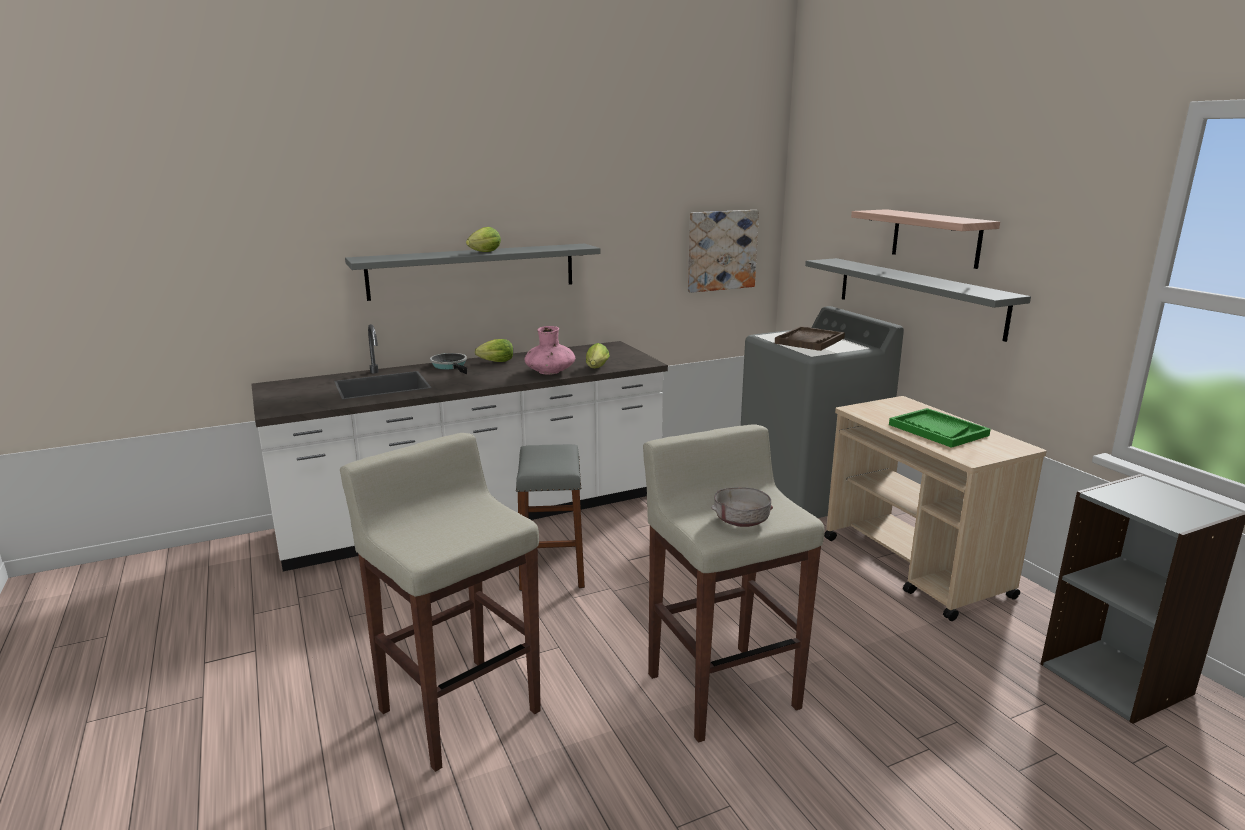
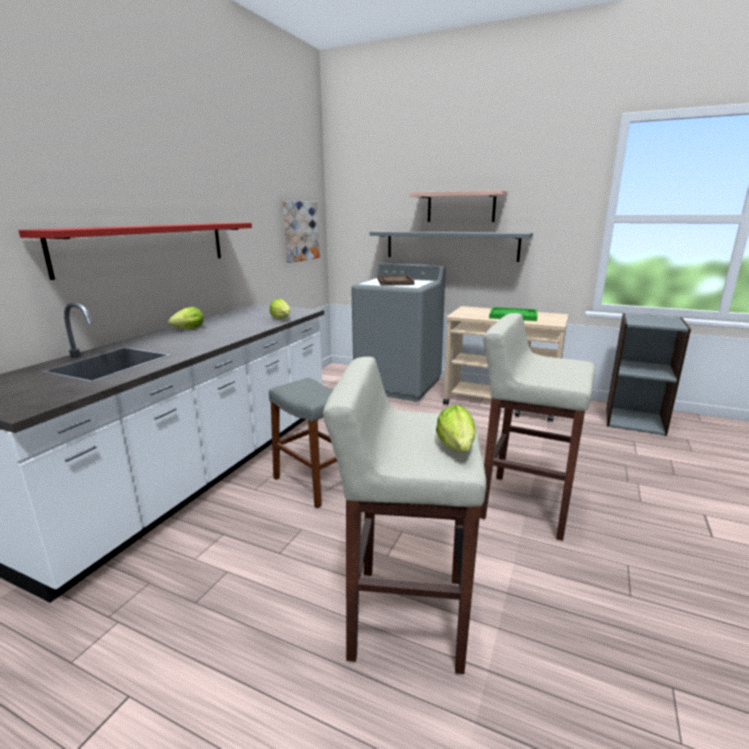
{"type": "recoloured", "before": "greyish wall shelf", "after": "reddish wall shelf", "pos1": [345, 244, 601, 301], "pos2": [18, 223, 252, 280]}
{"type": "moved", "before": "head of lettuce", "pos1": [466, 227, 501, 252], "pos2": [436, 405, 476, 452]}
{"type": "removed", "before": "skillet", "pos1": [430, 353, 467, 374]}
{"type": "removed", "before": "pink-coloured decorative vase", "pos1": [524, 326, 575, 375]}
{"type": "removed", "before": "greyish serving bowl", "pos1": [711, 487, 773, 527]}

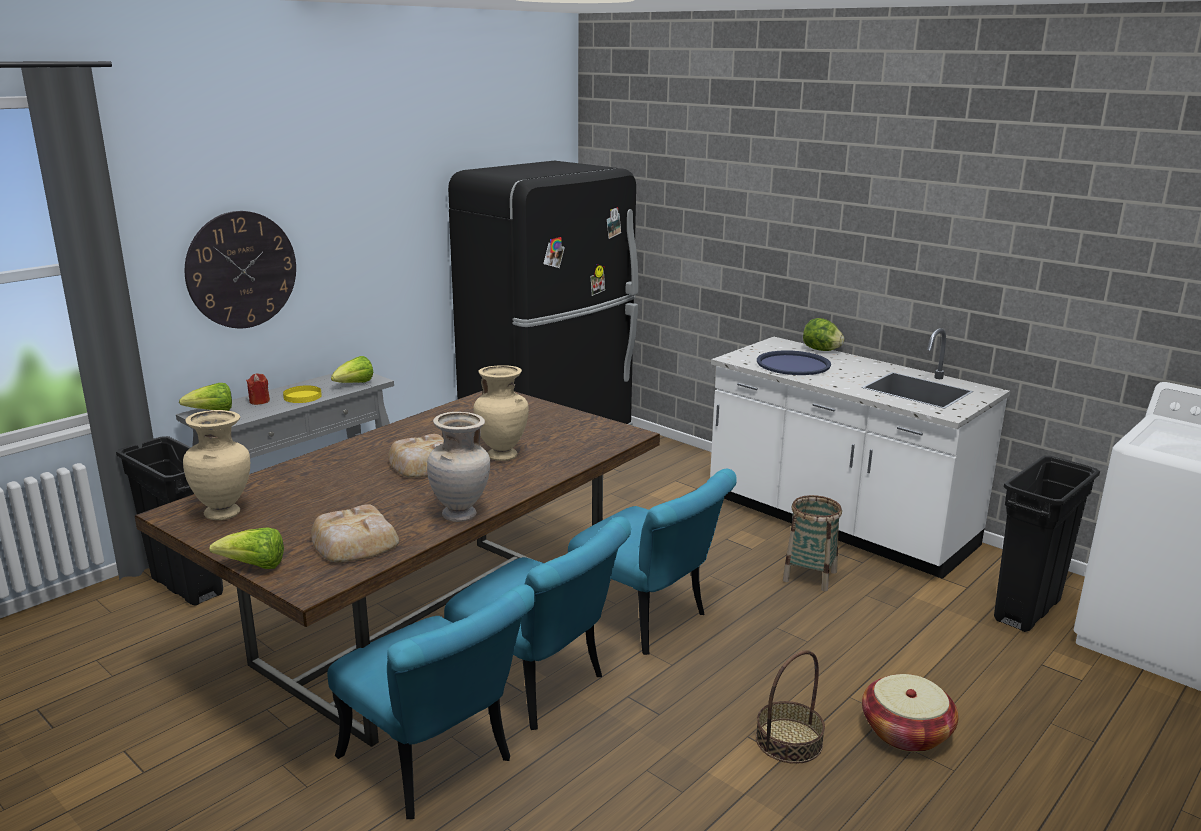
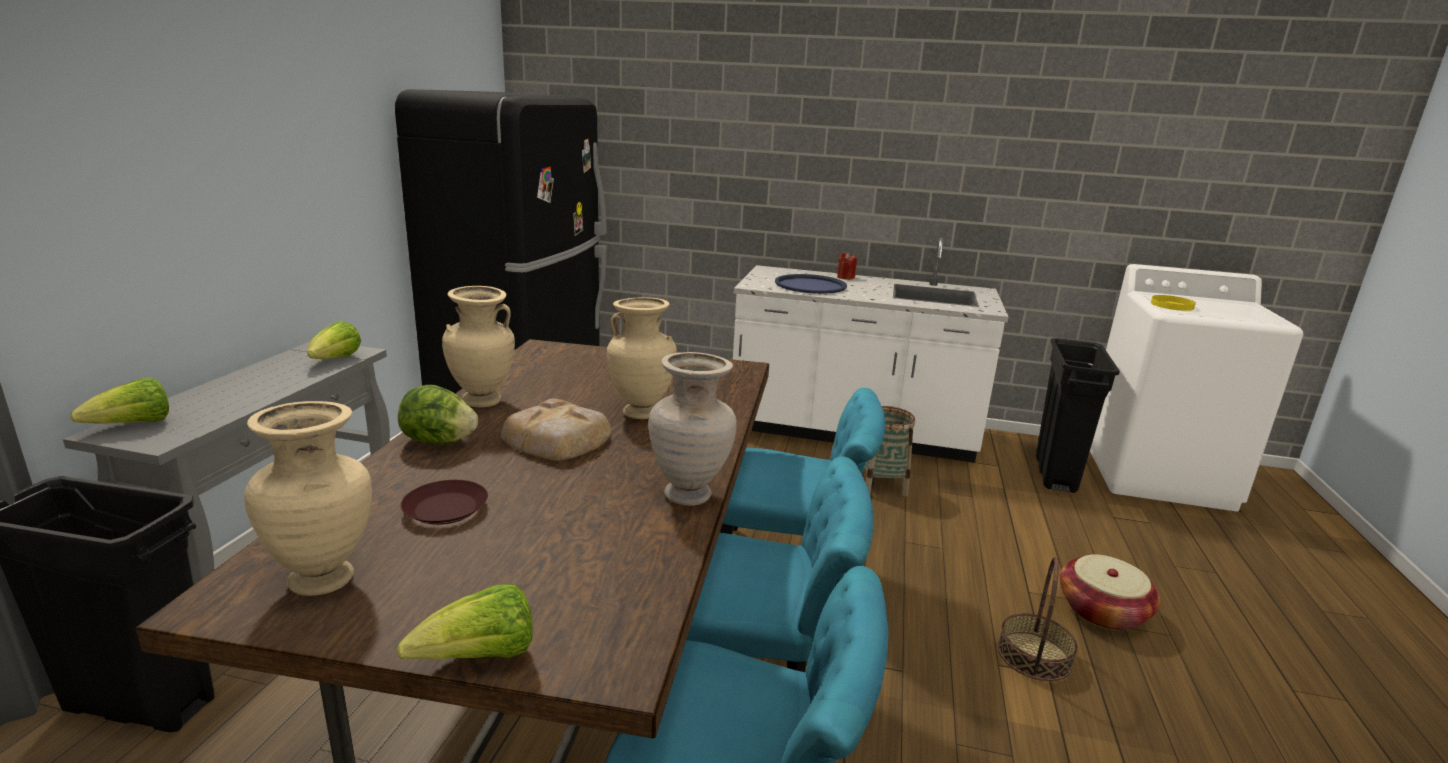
{"type": "moved", "before": "head of lettuce", "pos1": [803, 318, 845, 351], "pos2": [398, 385, 478, 444]}
{"type": "added", "after": "brown plate", "pos2": [401, 480, 488, 525]}
{"type": "added", "after": "beige decorative vase", "pos2": [442, 286, 515, 407]}
{"type": "moved", "before": "reddish wax candle", "pos1": [246, 373, 270, 405], "pos2": [837, 252, 857, 280]}
{"type": "moved", "before": "yellow-coloured plate", "pos1": [283, 385, 322, 403], "pos2": [1151, 295, 1196, 311]}
{"type": "removed", "before": "wall clock", "pos1": [185, 211, 296, 328]}
{"type": "removed", "before": "bakery bread", "pos1": [311, 504, 399, 562]}

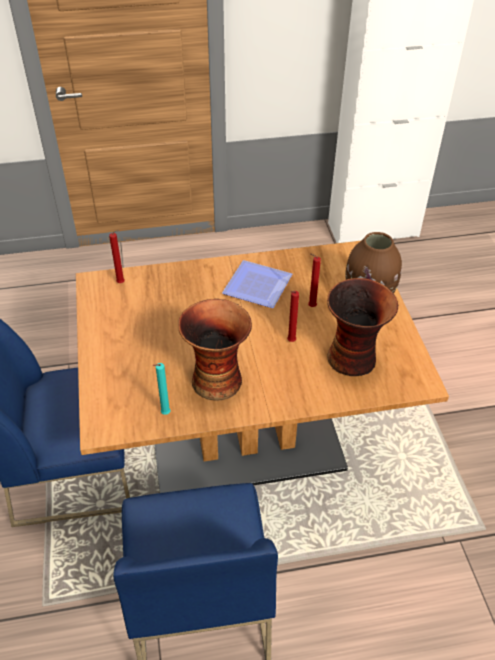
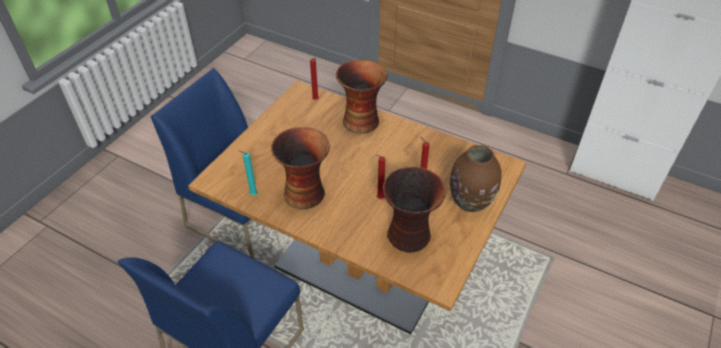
{"type": "added", "after": "decorative vase", "pos2": [336, 59, 387, 134]}
{"type": "removed", "before": "plate", "pos1": [222, 260, 292, 308]}

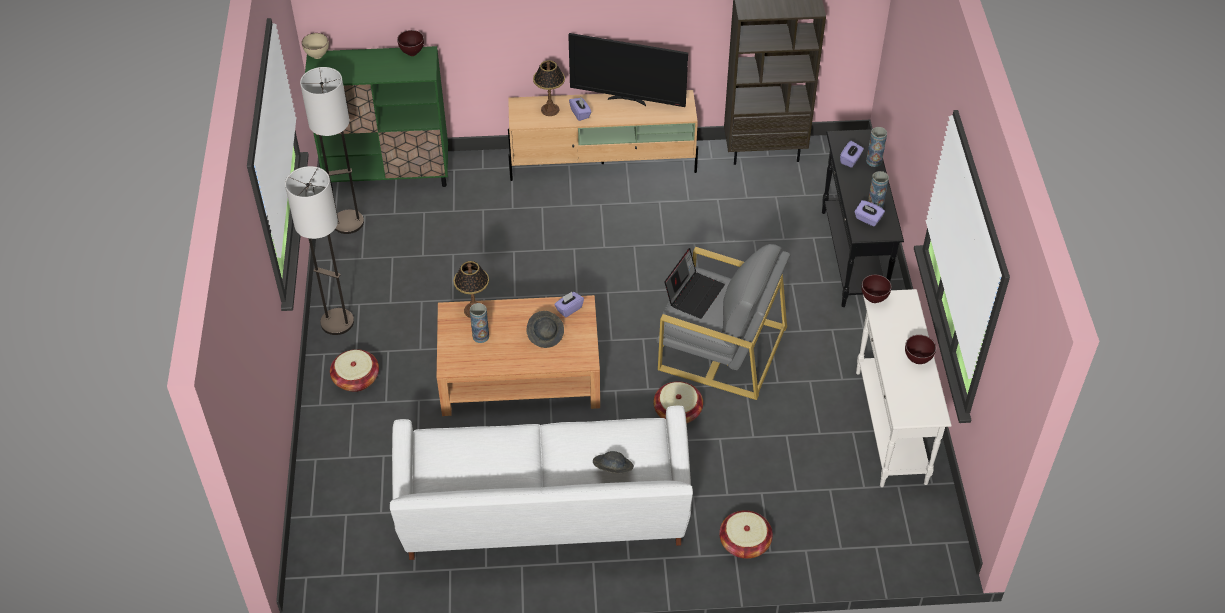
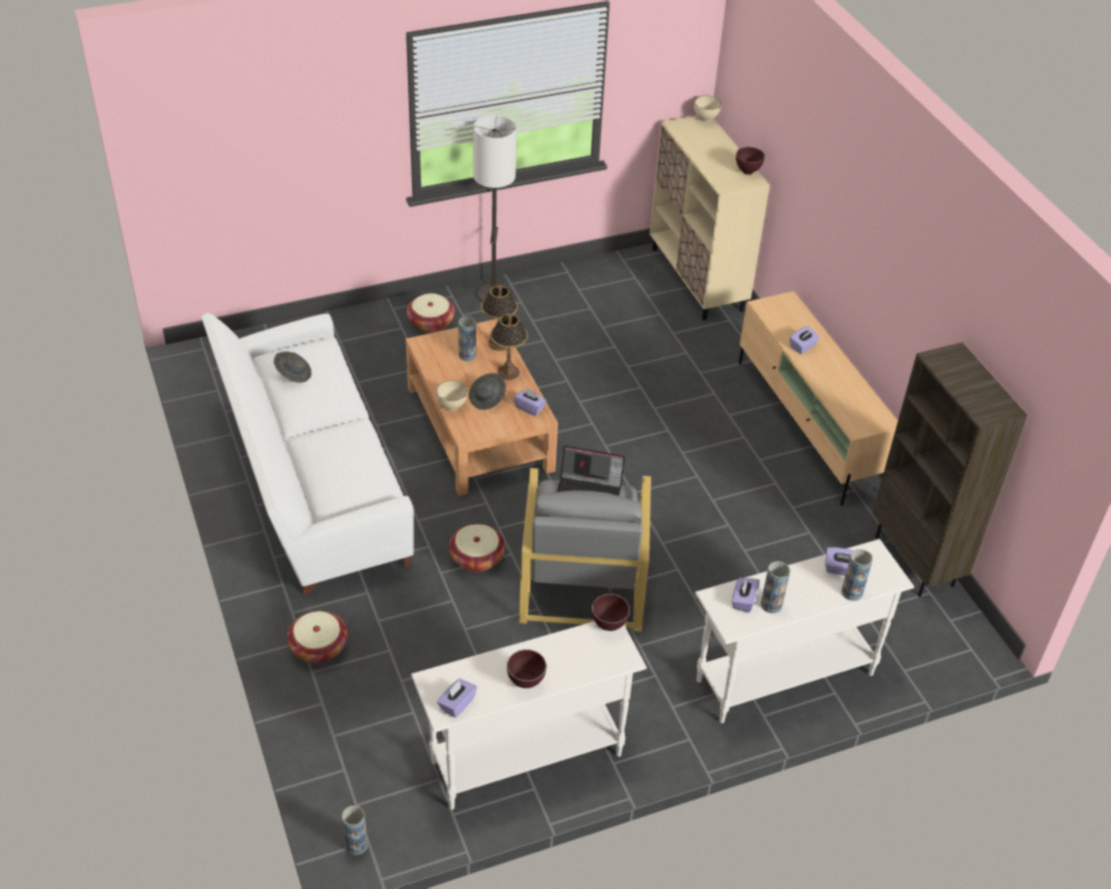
{"type": "moved", "before": "greyish clothing hat", "pos1": [593, 451, 634, 474], "pos2": [274, 351, 311, 383]}
{"type": "added", "after": "decorative vase", "pos2": [342, 806, 368, 855]}
{"type": "added", "after": "beige serving bowl", "pos2": [436, 380, 468, 411]}
{"type": "added", "after": "purple-coloured box of tissues", "pos2": [437, 679, 477, 718]}
{"type": "moved", "before": "tabletop lamp", "pos1": [533, 60, 565, 116], "pos2": [490, 314, 528, 380]}
{"type": "recoloured", "before": "green cupboard", "after": "beige cupboard", "pos1": [305, 46, 448, 190], "pos2": [650, 115, 770, 320]}
{"type": "recoloured", "before": "blackish console table", "after": "white-coloured console table", "pos1": [822, 129, 904, 307], "pos2": [695, 539, 914, 723]}
{"type": "removed", "before": "standing lamp", "pos1": [300, 67, 364, 234]}
{"type": "removed", "before": "television", "pos1": [568, 33, 688, 107]}

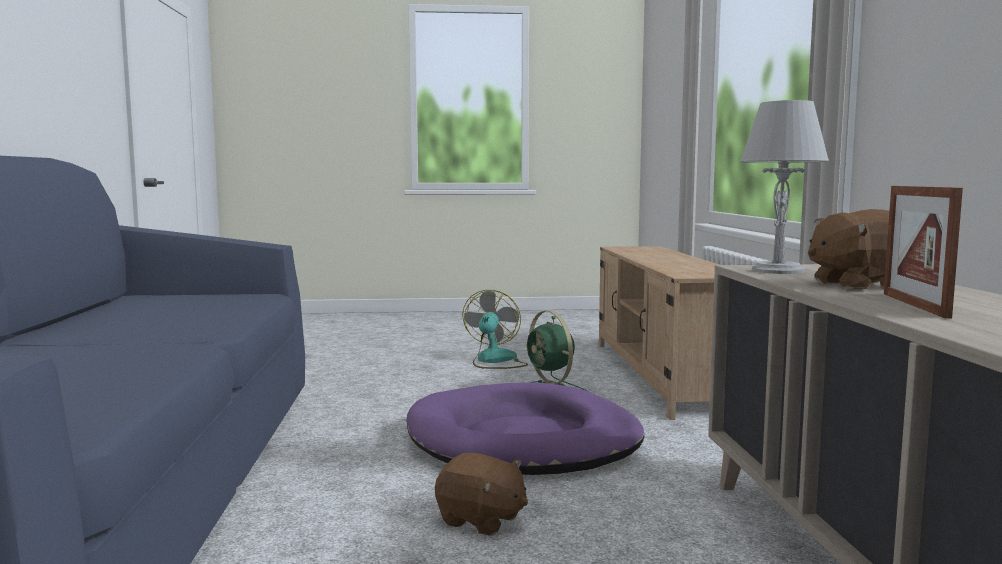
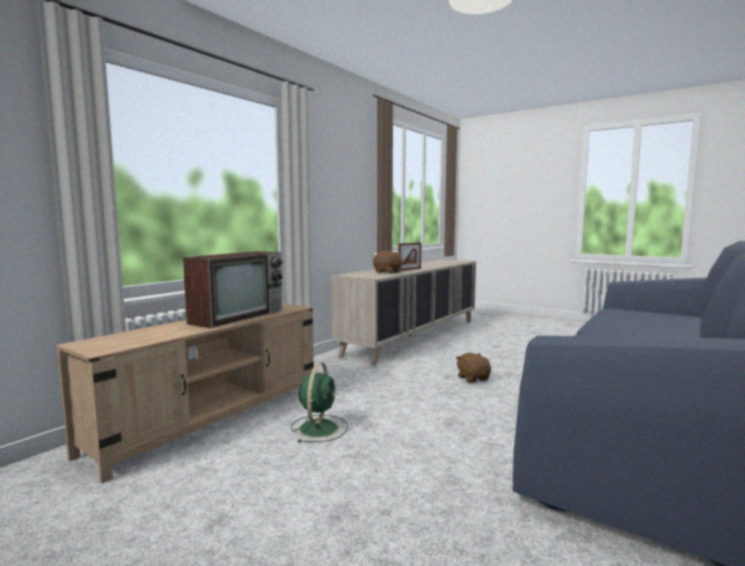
{"type": "added", "after": "television", "pos2": [183, 251, 284, 329]}
{"type": "removed", "before": "purple-coloured dog cushion", "pos1": [407, 382, 645, 475]}
{"type": "removed", "before": "cooling fan", "pos1": [462, 290, 528, 369]}
{"type": "removed", "before": "greyish tabletop lamp", "pos1": [740, 100, 829, 274]}

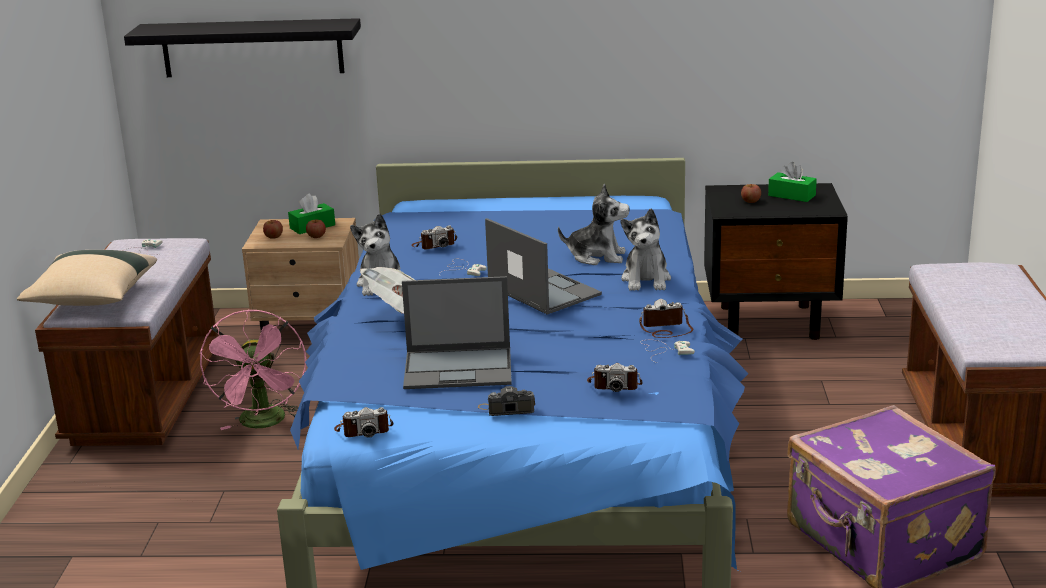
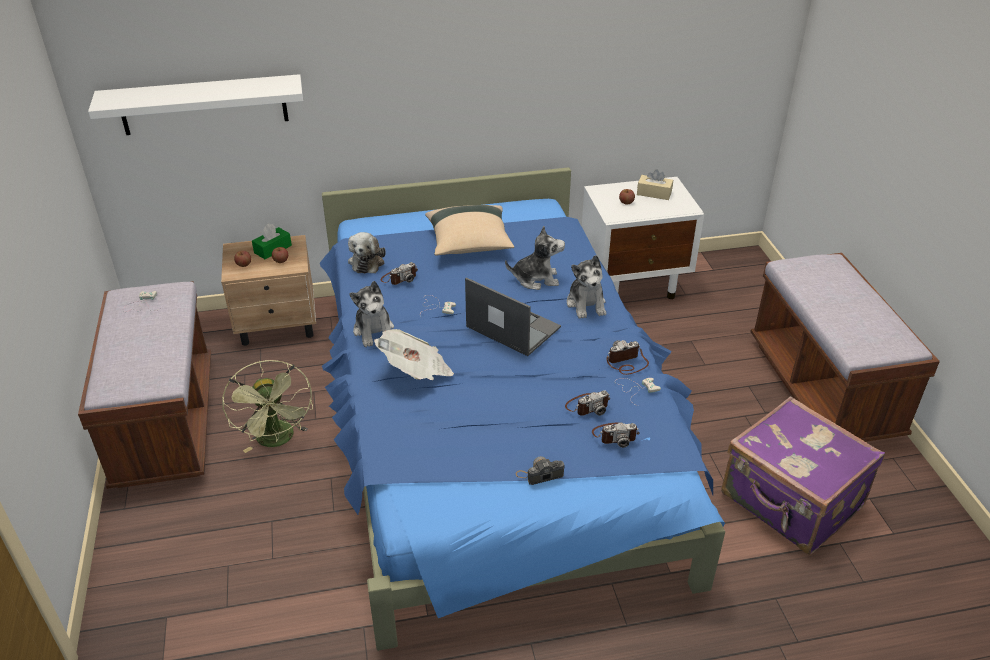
{"type": "recoloured", "before": "blackish wall shelf", "after": "white-coloured wall shelf", "pos1": [124, 18, 361, 77], "pos2": [88, 74, 303, 135]}
{"type": "recoloured", "before": "pink-coloured cooling fan", "after": "green cooling fan", "pos1": [200, 309, 306, 430], "pos2": [222, 360, 313, 453]}
{"type": "added", "after": "plush toy", "pos2": [348, 232, 386, 273]}
{"type": "moved", "before": "beige cushion", "pos1": [17, 250, 157, 306], "pos2": [425, 205, 514, 255]}
{"type": "moved", "before": "still camera", "pos1": [334, 407, 393, 438], "pos2": [565, 390, 610, 416]}
{"type": "recoloured", "before": "blackish night table", "after": "white-coloured night table", "pos1": [704, 183, 848, 340], "pos2": [582, 177, 704, 299]}
{"type": "recoloured", "before": "green box of tissues", "after": "beige box of tissues", "pos1": [768, 162, 817, 202], "pos2": [637, 169, 673, 200]}
{"type": "removed", "before": "laptop", "pos1": [402, 276, 512, 389]}

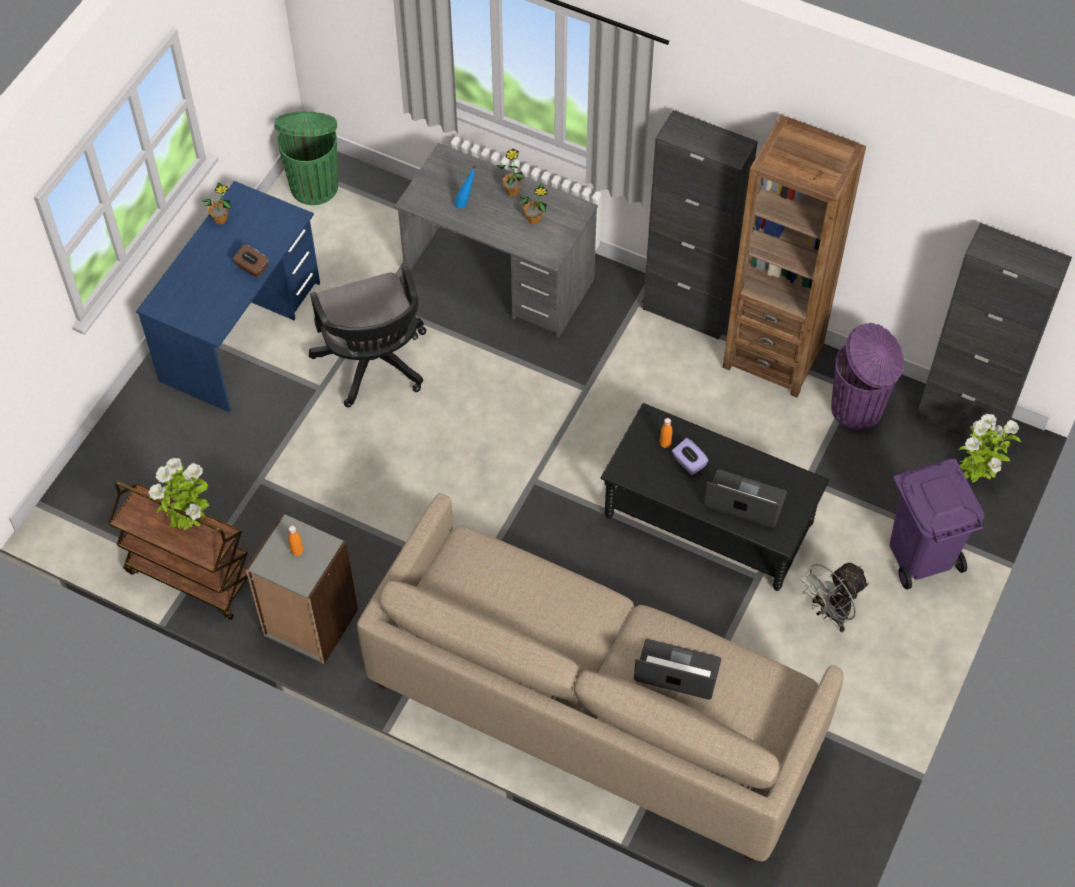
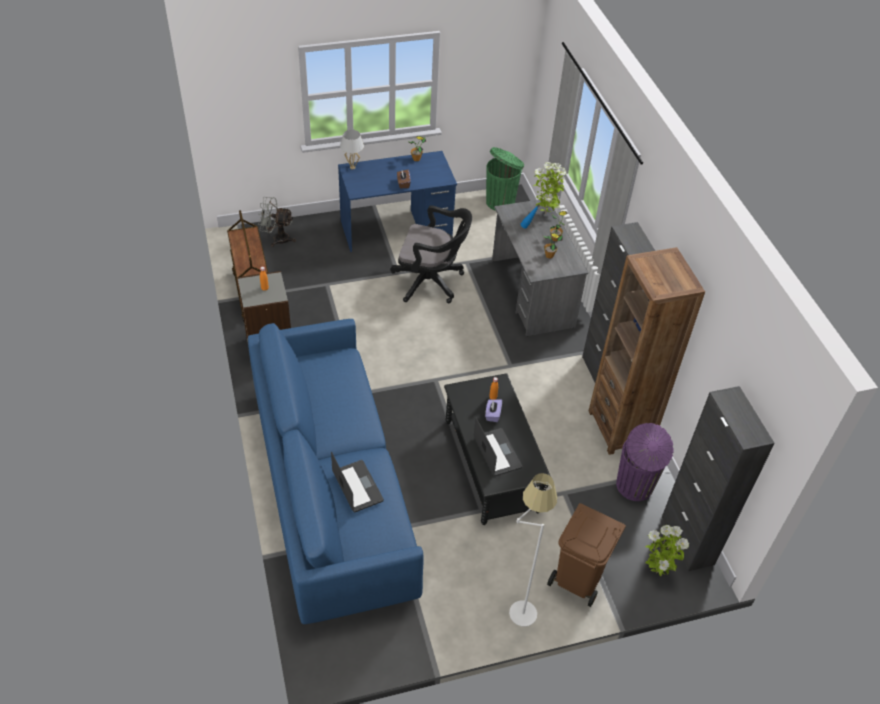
{"type": "recoloured", "before": "beige sofa", "after": "blue-coloured sofa", "pos1": [357, 493, 844, 861], "pos2": [248, 319, 424, 624]}
{"type": "moved", "before": "greyish cooling fan", "pos1": [800, 563, 869, 632], "pos2": [258, 197, 296, 247]}
{"type": "added", "after": "white-coloured tabletop lamp", "pos2": [340, 130, 364, 169]}
{"type": "turned", "before": "blackish office chair", "pos1": [309, 266, 426, 407], "pos2": [390, 205, 472, 303], "turn": -105}
{"type": "added", "after": "white-coloured standing lamp", "pos2": [509, 473, 557, 626]}
{"type": "moved", "before": "houseplant", "pos1": [148, 458, 210, 530], "pos2": [533, 162, 566, 214]}
{"type": "recoloured", "before": "purple-coloured rubbish bin", "after": "brown rubbish bin", "pos1": [890, 459, 984, 590], "pos2": [547, 503, 626, 607]}

